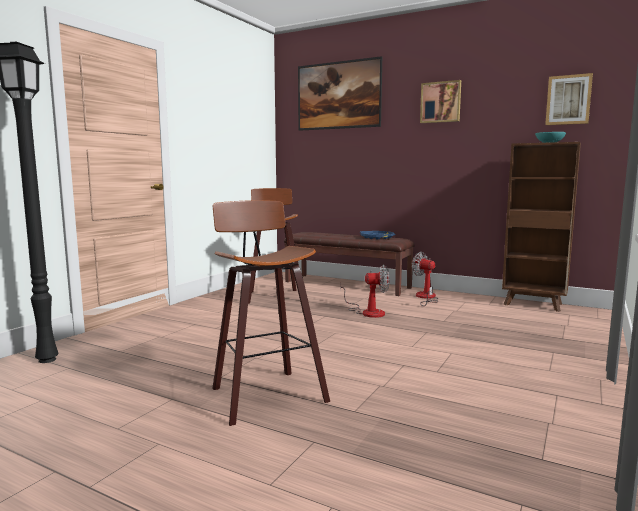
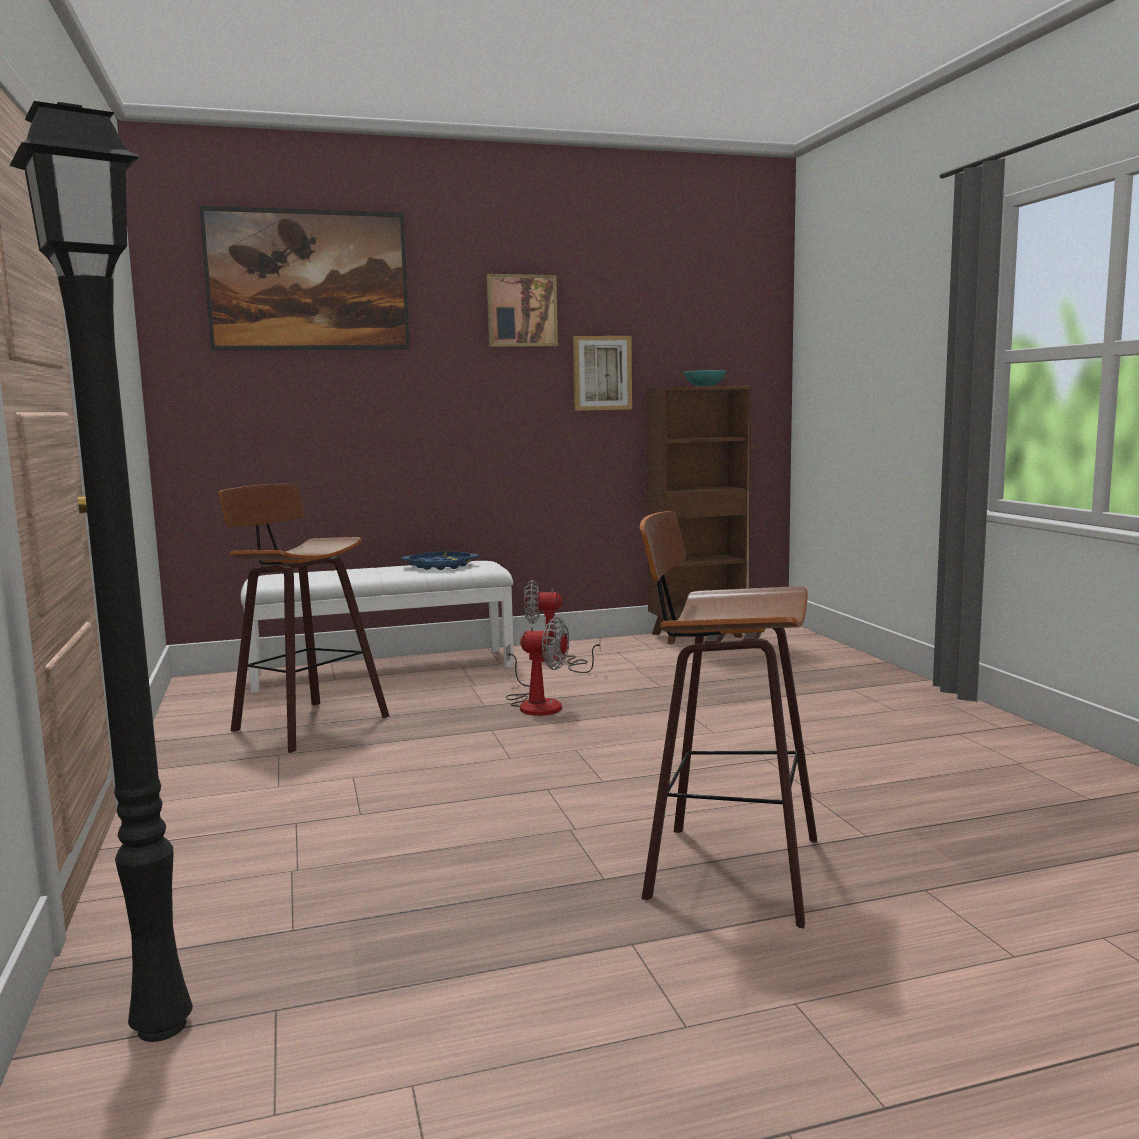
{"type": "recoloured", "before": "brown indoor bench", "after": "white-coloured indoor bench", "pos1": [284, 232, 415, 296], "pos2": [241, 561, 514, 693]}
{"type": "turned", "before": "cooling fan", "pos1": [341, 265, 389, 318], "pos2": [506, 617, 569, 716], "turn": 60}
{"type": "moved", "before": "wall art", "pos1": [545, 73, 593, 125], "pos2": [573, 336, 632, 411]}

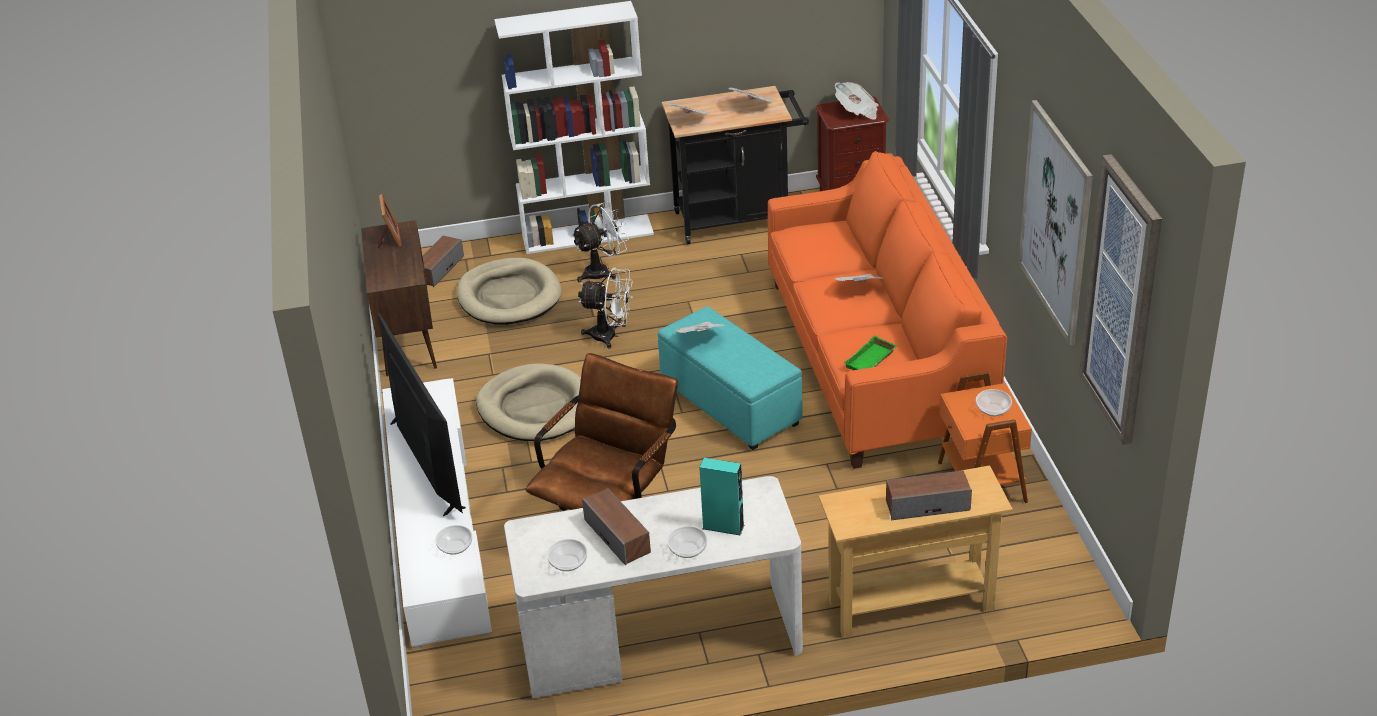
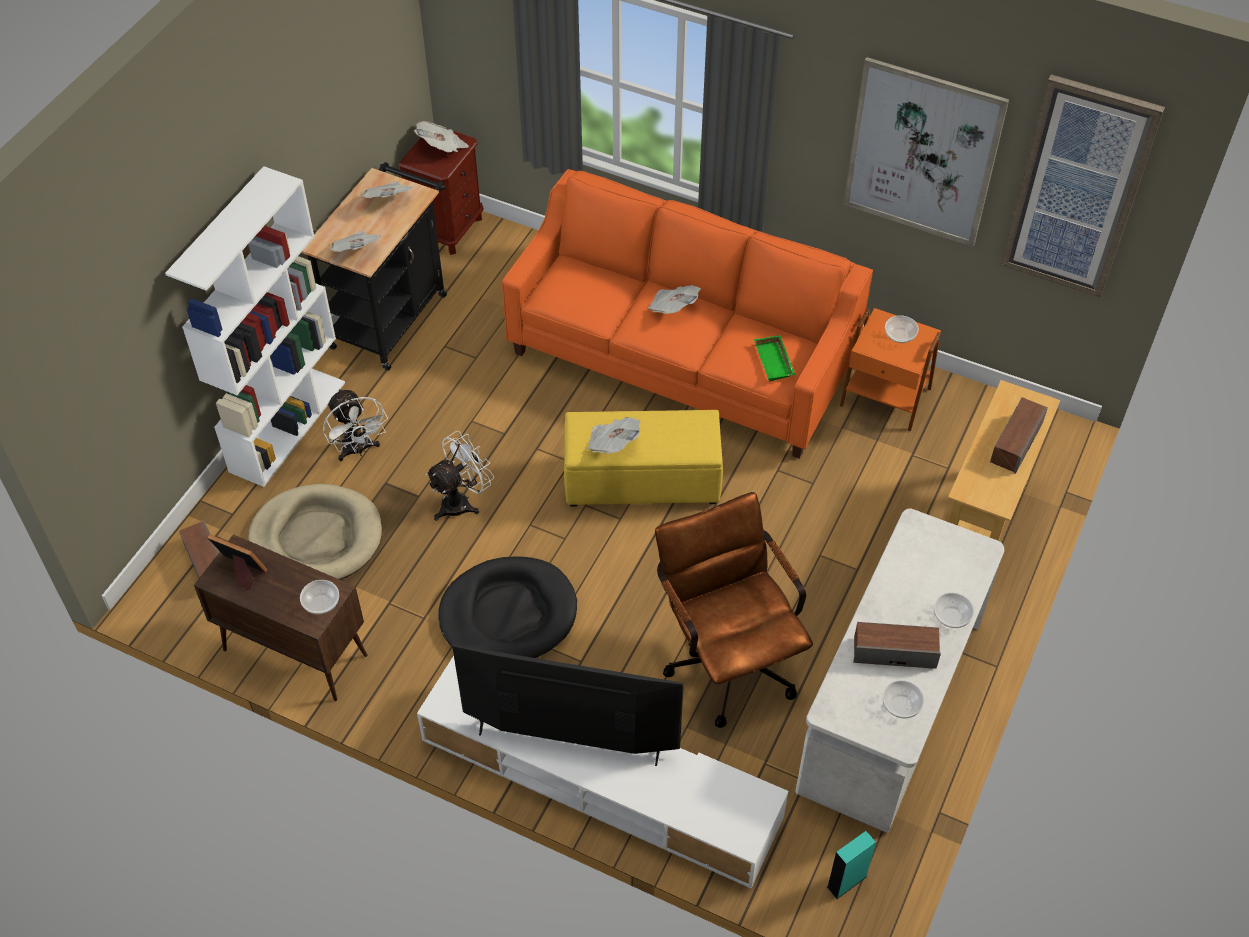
{"type": "moved", "before": "serving bowl", "pos1": [435, 525, 472, 555], "pos2": [300, 580, 339, 614]}
{"type": "turned", "before": "white-coloured cooling fan", "pos1": [572, 201, 629, 282], "pos2": [323, 388, 388, 461], "turn": 150}
{"type": "recoloured", "before": "beige dog cushion", "after": "blackish dog cushion", "pos1": [476, 363, 581, 441], "pos2": [438, 556, 577, 658]}
{"type": "recoloured", "before": "blue-green ottoman", "after": "yellow-coloured ottoman", "pos1": [658, 306, 803, 450], "pos2": [564, 410, 723, 507]}
{"type": "moved", "before": "blue-green audio speaker", "pos1": [699, 458, 744, 535], "pos2": [827, 831, 876, 899]}

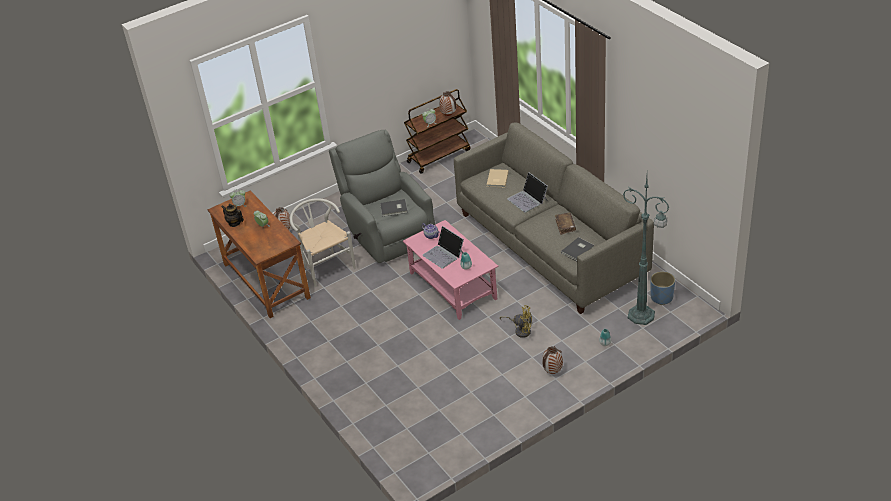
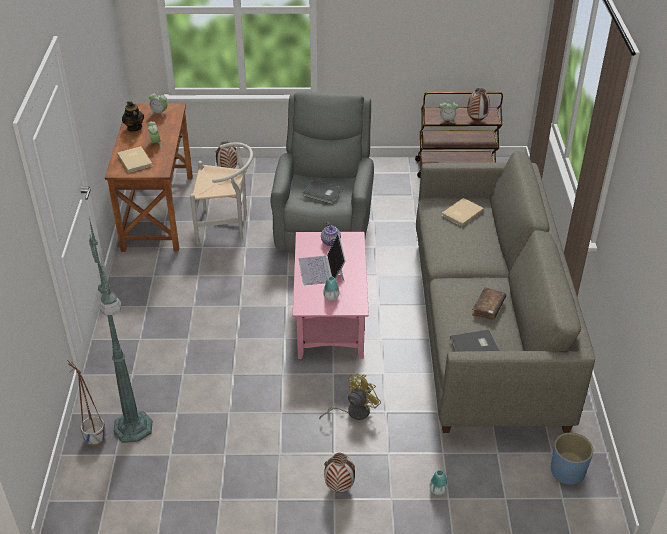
{"type": "added", "after": "plant pot", "pos2": [67, 360, 106, 446]}
{"type": "moved", "before": "green standing lamp", "pos1": [623, 177, 669, 325], "pos2": [89, 218, 152, 443]}
{"type": "added", "after": "beige bound book", "pos2": [117, 146, 152, 173]}
{"type": "turned", "before": "white-coloured plain chair", "pos1": [290, 198, 356, 287], "pos2": [190, 142, 253, 244], "turn": 90}
{"type": "turned", "before": "yellow-coloured cooling fan", "pos1": [500, 305, 532, 338], "pos2": [319, 374, 381, 420], "turn": -90}
{"type": "removed", "before": "laptop", "pos1": [507, 172, 548, 213]}

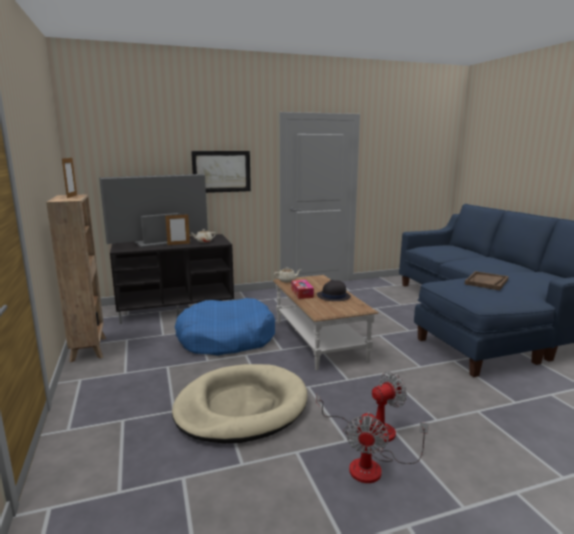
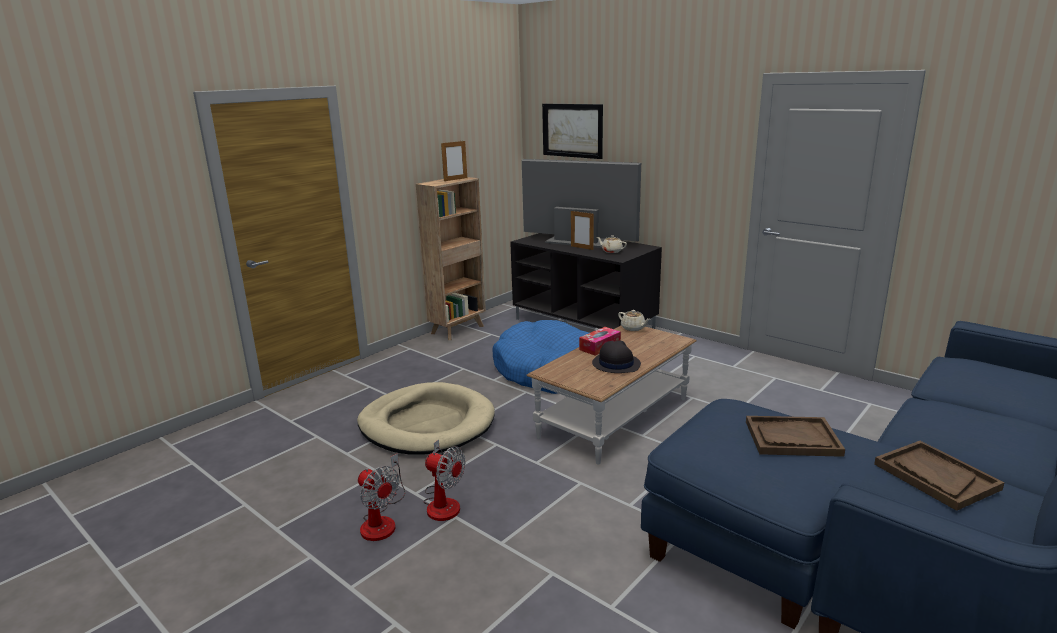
{"type": "turned", "before": "cooling fan", "pos1": [345, 412, 429, 483], "pos2": [358, 454, 406, 541], "turn": -120}
{"type": "moved", "before": "wall art", "pos1": [191, 151, 251, 193], "pos2": [542, 104, 603, 159]}
{"type": "added", "after": "brown serving tray", "pos2": [874, 441, 1005, 511]}

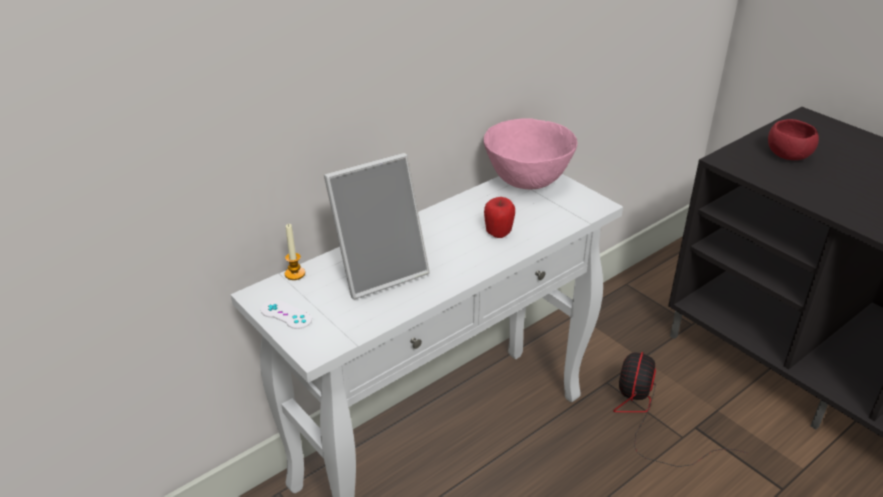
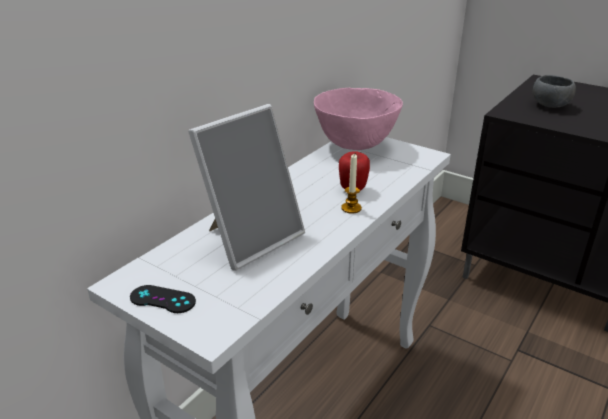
{"type": "recoloured", "before": "white-coloured gamepad", "after": "blackish gamepad", "pos1": [261, 300, 312, 329], "pos2": [130, 285, 196, 313]}
{"type": "moved", "before": "wax candle", "pos1": [285, 224, 305, 280], "pos2": [341, 154, 362, 214]}
{"type": "recoloured", "before": "reddish serving bowl", "after": "greyish serving bowl", "pos1": [768, 119, 819, 160], "pos2": [533, 75, 576, 108]}
{"type": "removed", "before": "cooling fan", "pos1": [613, 352, 747, 467]}

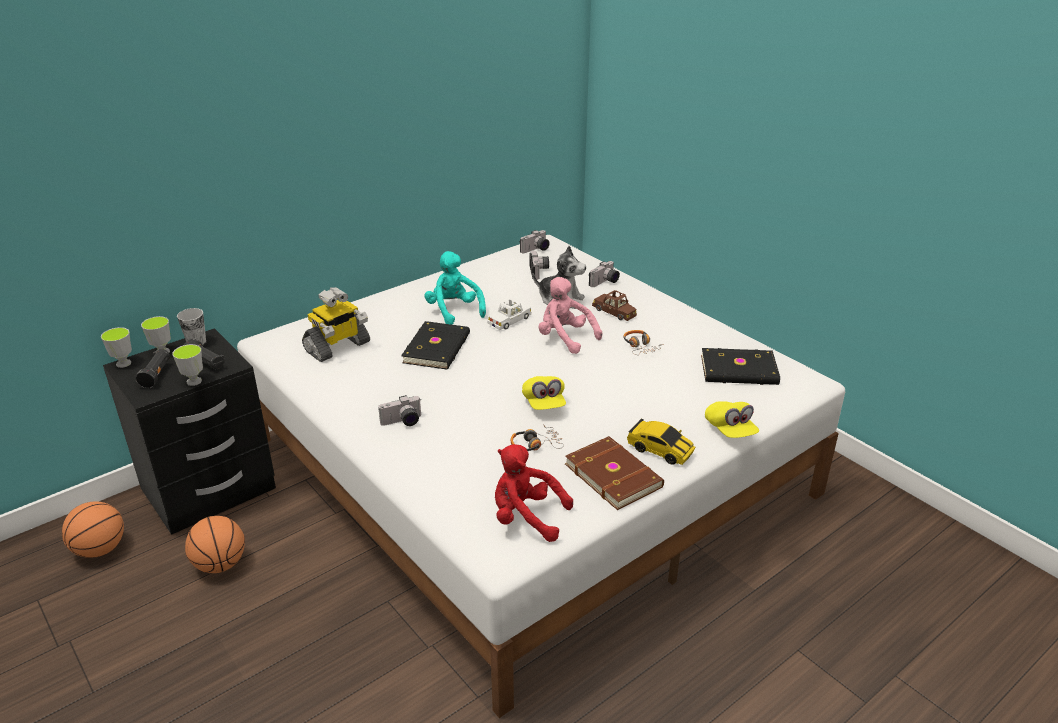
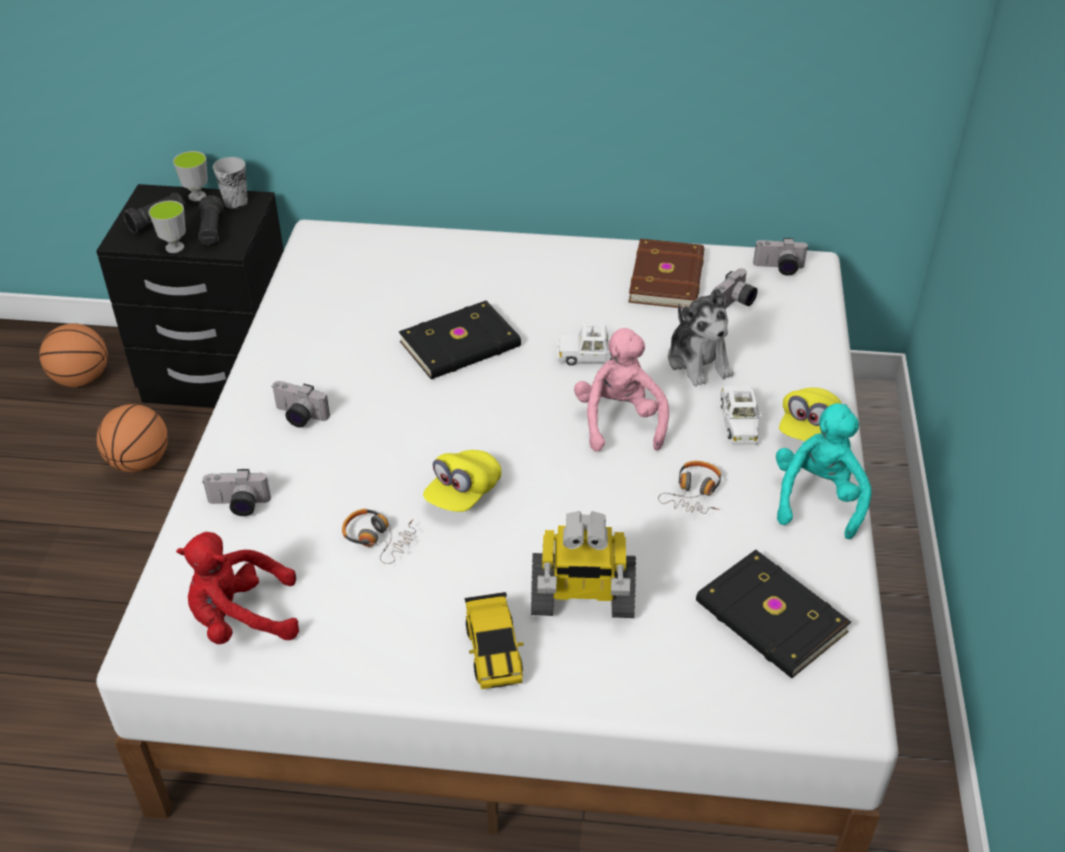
{"type": "turned", "before": "reddish plush toy", "pos1": [495, 444, 573, 542], "pos2": [176, 532, 299, 644], "turn": -75}
{"type": "moved", "before": "still camera", "pos1": [589, 261, 620, 287], "pos2": [202, 469, 271, 516]}
{"type": "moved", "before": "model robot", "pos1": [302, 287, 370, 362], "pos2": [531, 511, 636, 618]}
{"type": "moved", "before": "brown bound book", "pos1": [565, 436, 664, 510], "pos2": [628, 238, 704, 308]}
{"type": "recoloured", "before": "brown model car", "after": "white-coloured model car", "pos1": [592, 290, 637, 321], "pos2": [720, 386, 763, 445]}
{"type": "moved", "before": "blue-green plush toy", "pos1": [424, 251, 486, 325], "pos2": [776, 403, 872, 539]}
{"type": "moved", "before": "yellow-coloured peaked cap", "pos1": [705, 401, 759, 438], "pos2": [779, 388, 842, 441]}
{"type": "removed", "before": "drinking cup", "pos1": [101, 327, 132, 368]}

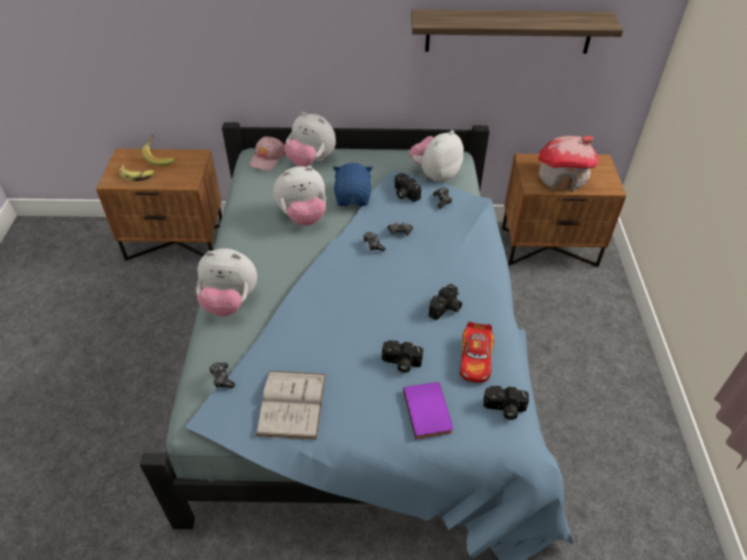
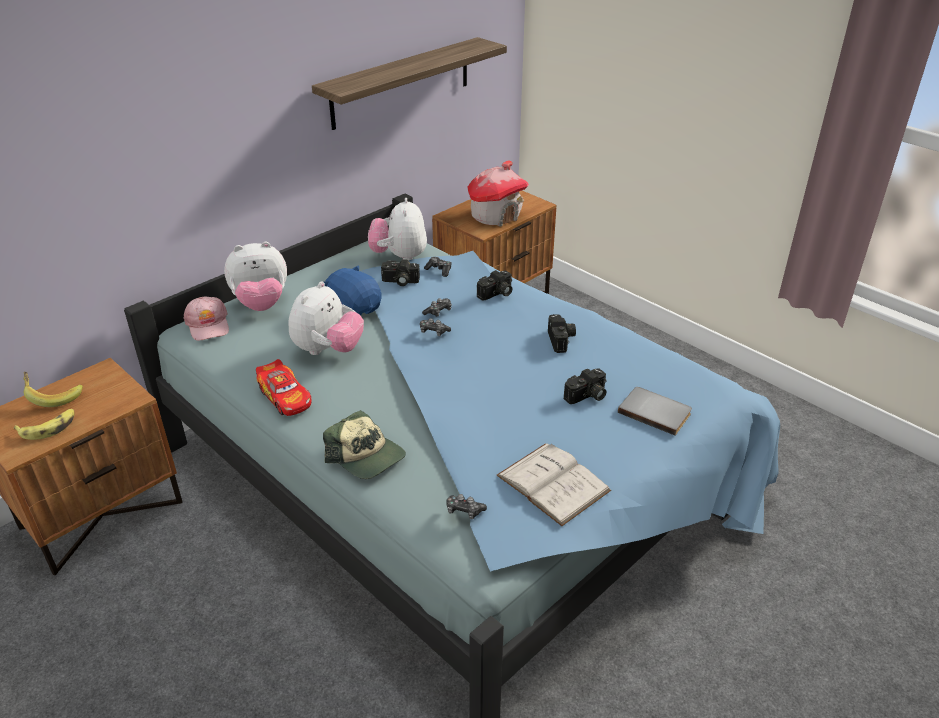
{"type": "moved", "before": "model car", "pos1": [460, 322, 494, 383], "pos2": [256, 359, 311, 416]}
{"type": "replaced", "before": "plush toy", "after": "peaked cap", "pos1": [196, 248, 257, 316], "pos2": [323, 410, 406, 479]}
{"type": "moved", "before": "still camera", "pos1": [483, 386, 529, 420], "pos2": [477, 270, 512, 301]}
{"type": "recoloured", "before": "purple-coloured bound book", "after": "greyish bound book", "pos1": [403, 382, 453, 440], "pos2": [618, 387, 692, 436]}

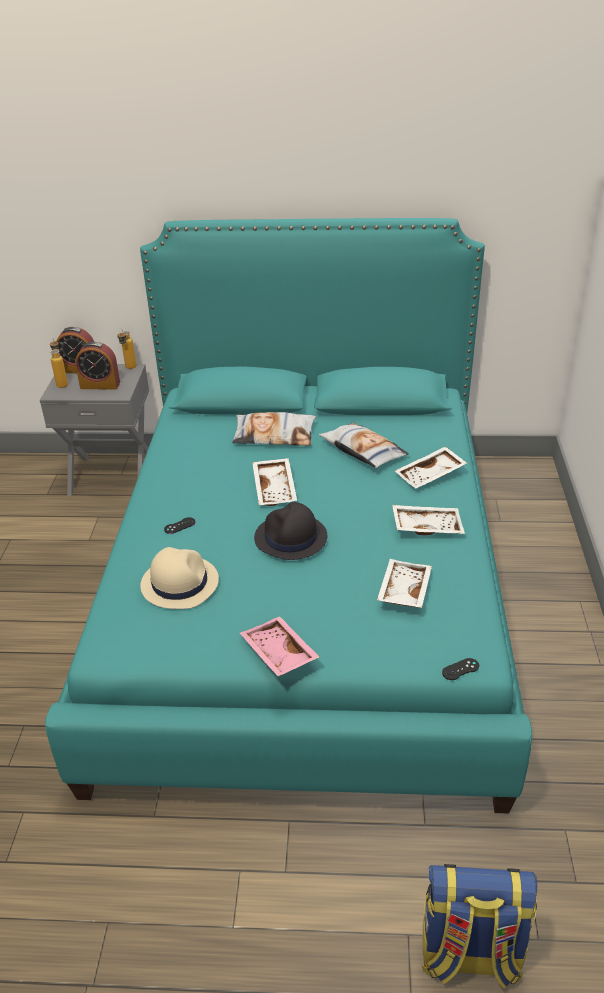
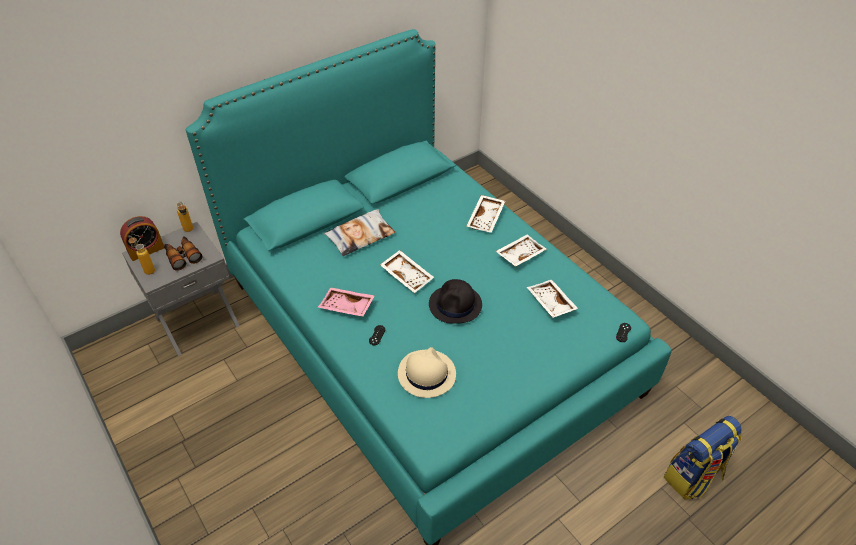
{"type": "replaced", "before": "alarm clock", "after": "pair of binoculars", "pos1": [75, 342, 120, 390], "pos2": [164, 236, 202, 271]}
{"type": "moved", "before": "pink-coloured serving tray", "pos1": [240, 616, 320, 676], "pos2": [318, 287, 375, 317]}
{"type": "removed", "before": "cushion", "pos1": [319, 423, 409, 468]}

